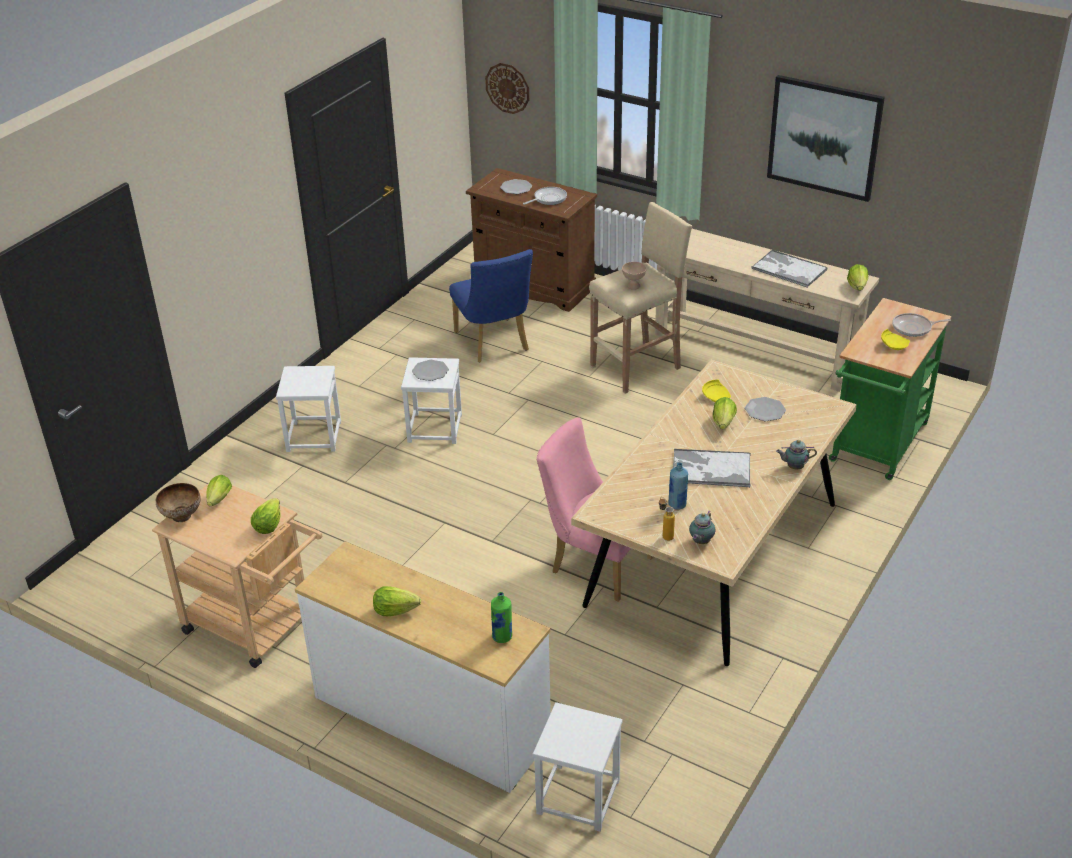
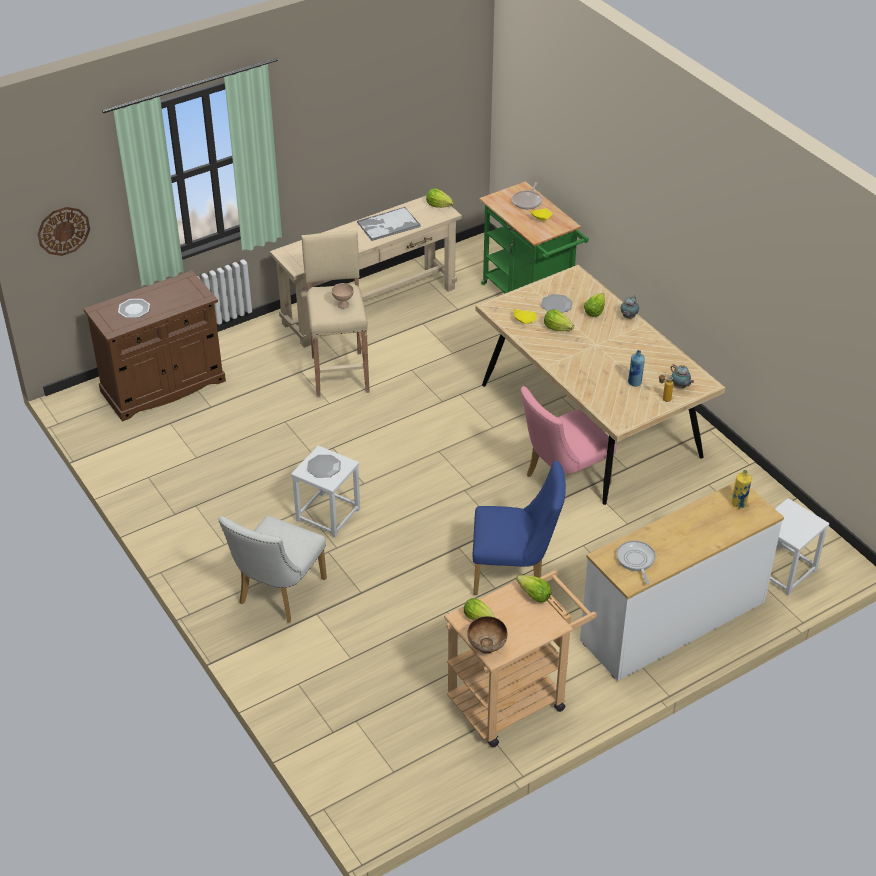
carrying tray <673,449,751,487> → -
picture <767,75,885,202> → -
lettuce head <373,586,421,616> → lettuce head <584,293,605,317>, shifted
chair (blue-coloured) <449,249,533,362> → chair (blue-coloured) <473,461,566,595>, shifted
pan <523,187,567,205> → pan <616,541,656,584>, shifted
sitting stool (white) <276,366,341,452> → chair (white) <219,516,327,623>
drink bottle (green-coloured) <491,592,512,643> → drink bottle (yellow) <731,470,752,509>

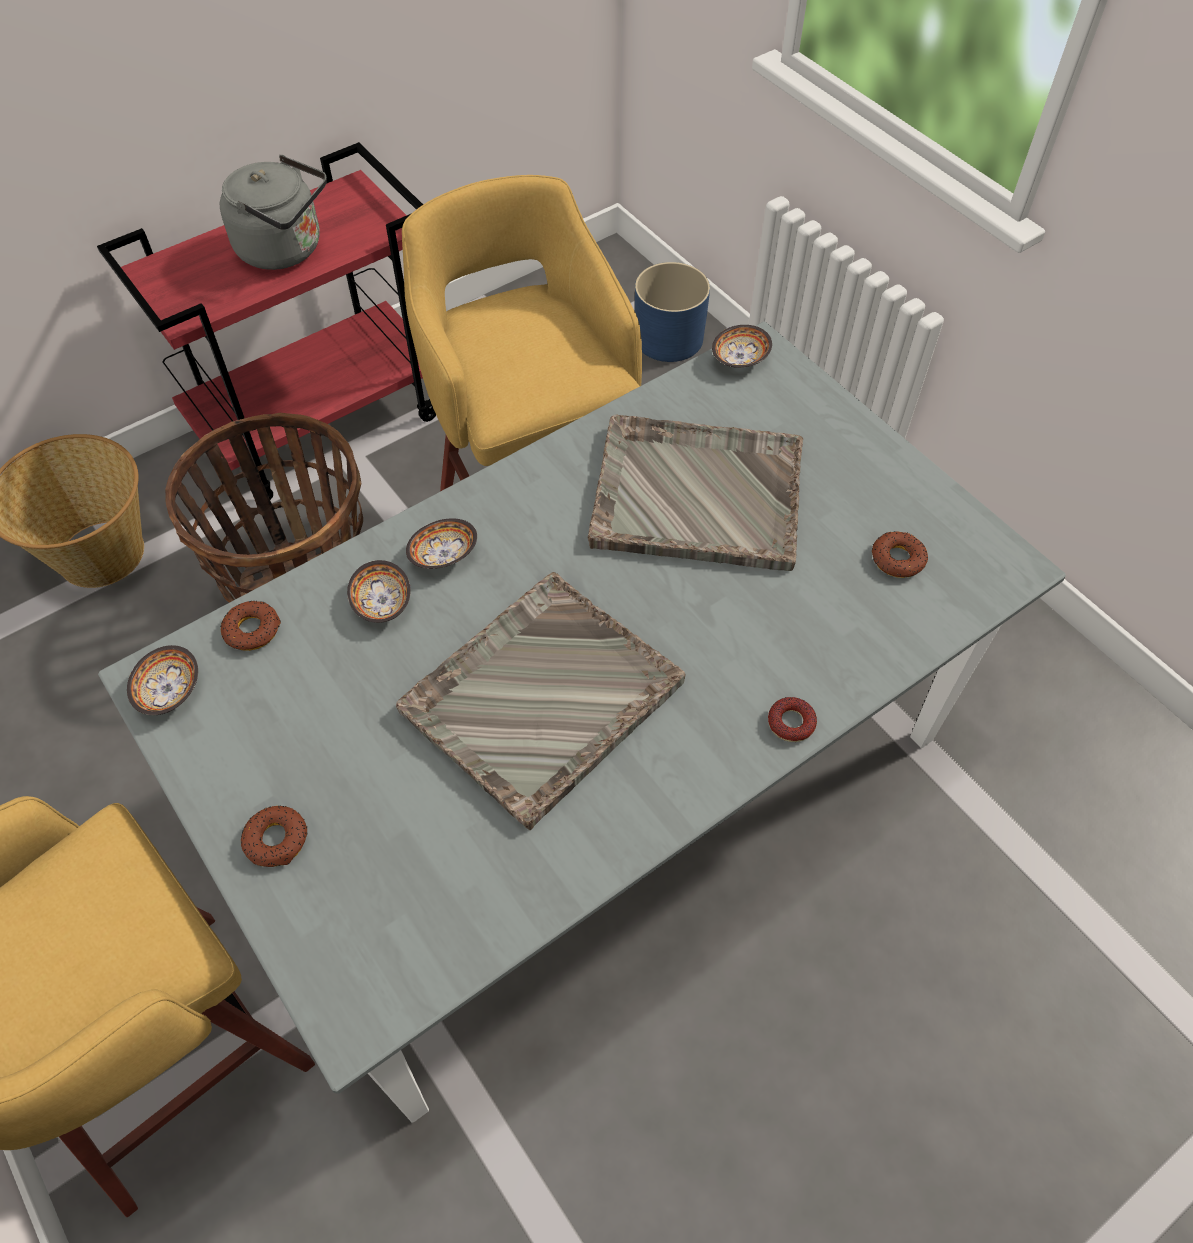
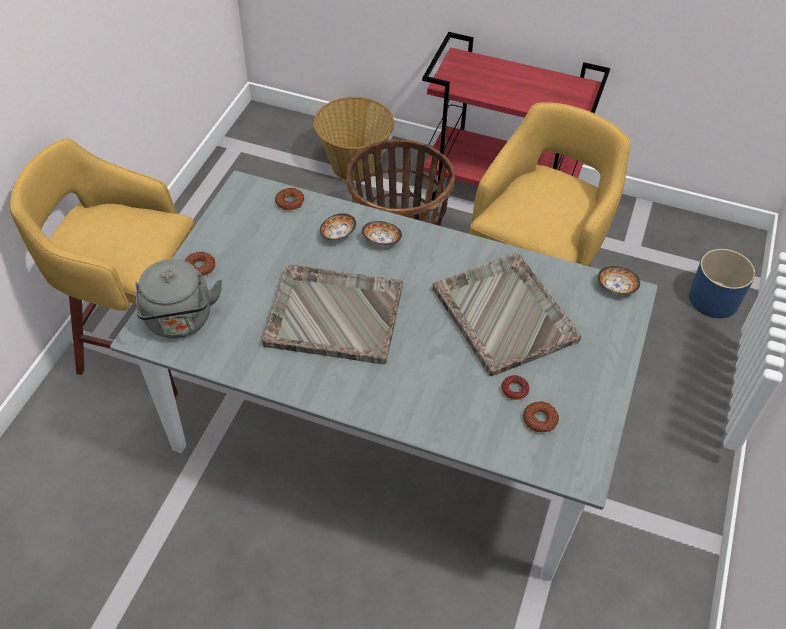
bowl <127,645,198,715> → -
tea kettle (gray) <220,155,327,270> → tea kettle (gray) <135,259,222,338>, shifted
ring doughnut <768,697,817,742> → ring doughnut <501,375,529,400>, shifted

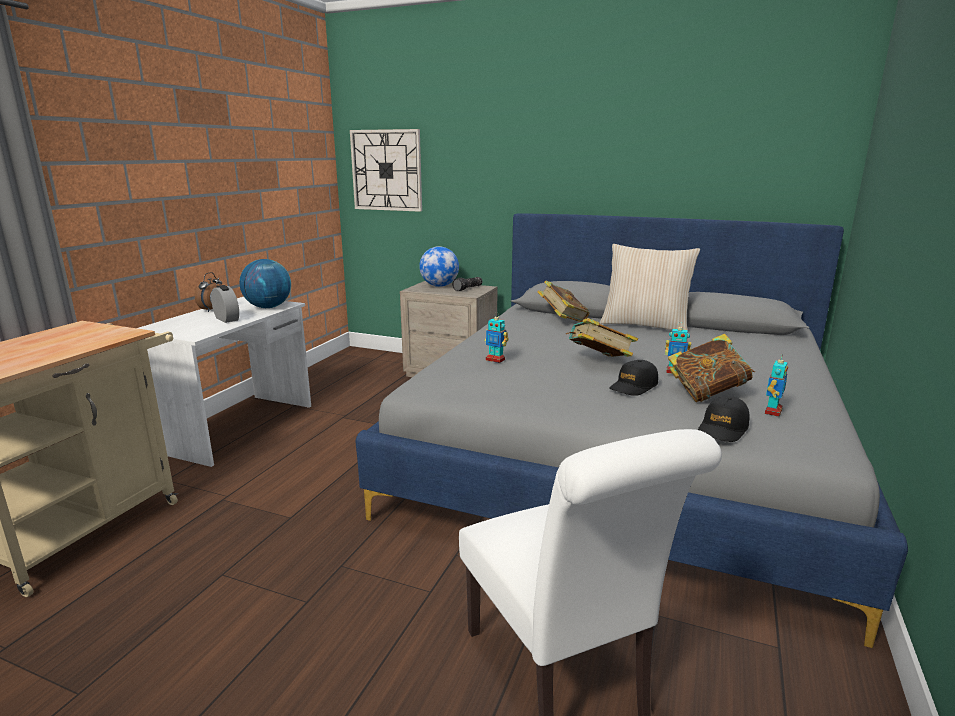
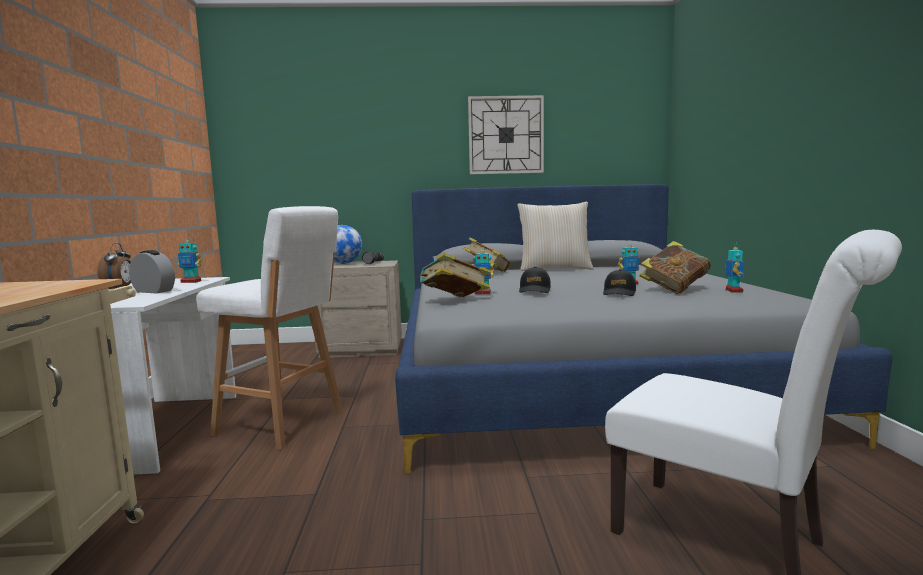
- → sitting stool (white) <196,206,343,450>
clock on the wall <350,129,422,212> → clock on the wall <468,95,544,174>, shifted
book <566,318,638,357> → book <418,253,491,297>, shifted
cap (blackish) <698,396,750,442> → cap (blackish) <519,267,551,293>, shifted
desk globe <240,259,291,308> → toy robot <178,235,202,283>

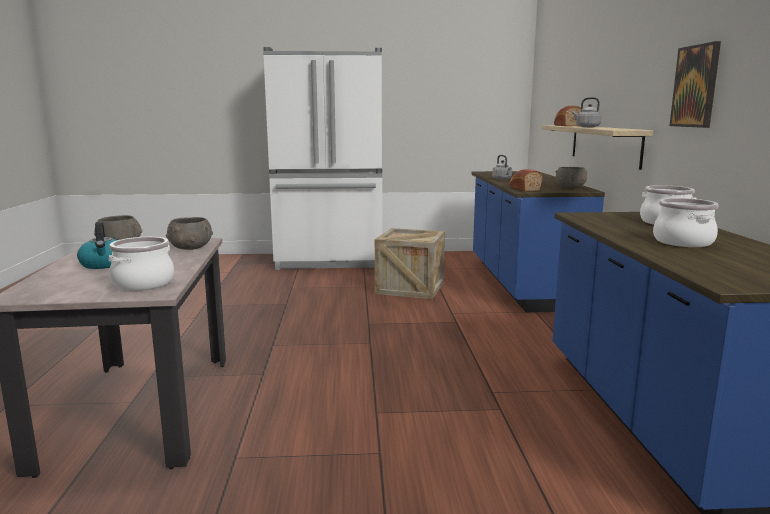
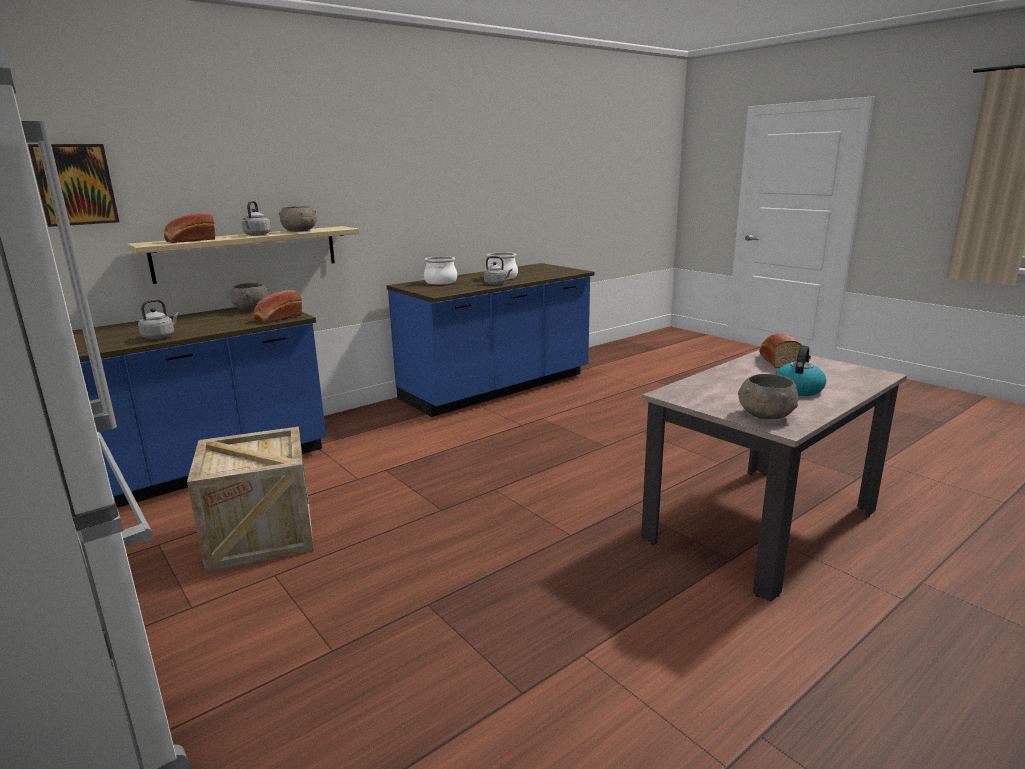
- → tea kettle (gray) <484,256,512,285>
bowl (gray) <166,217,213,250> → bowl (gray) <279,206,317,232>, shifted
picture <669,41,721,128> → picture <28,144,119,227>, shifted
stockpot <109,237,174,291> → bread <759,334,802,368>

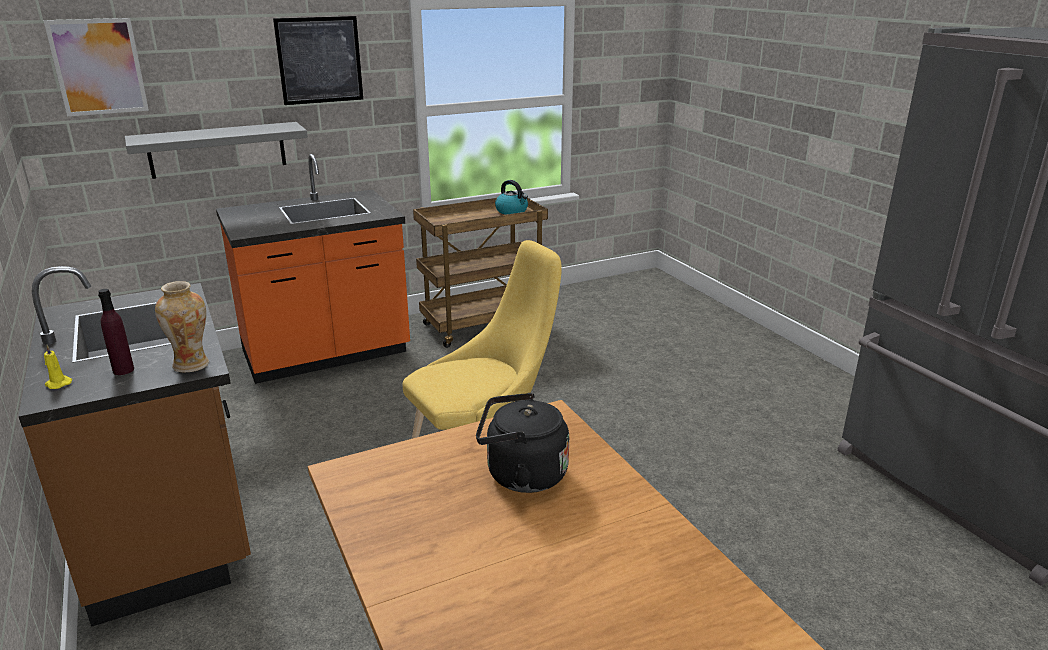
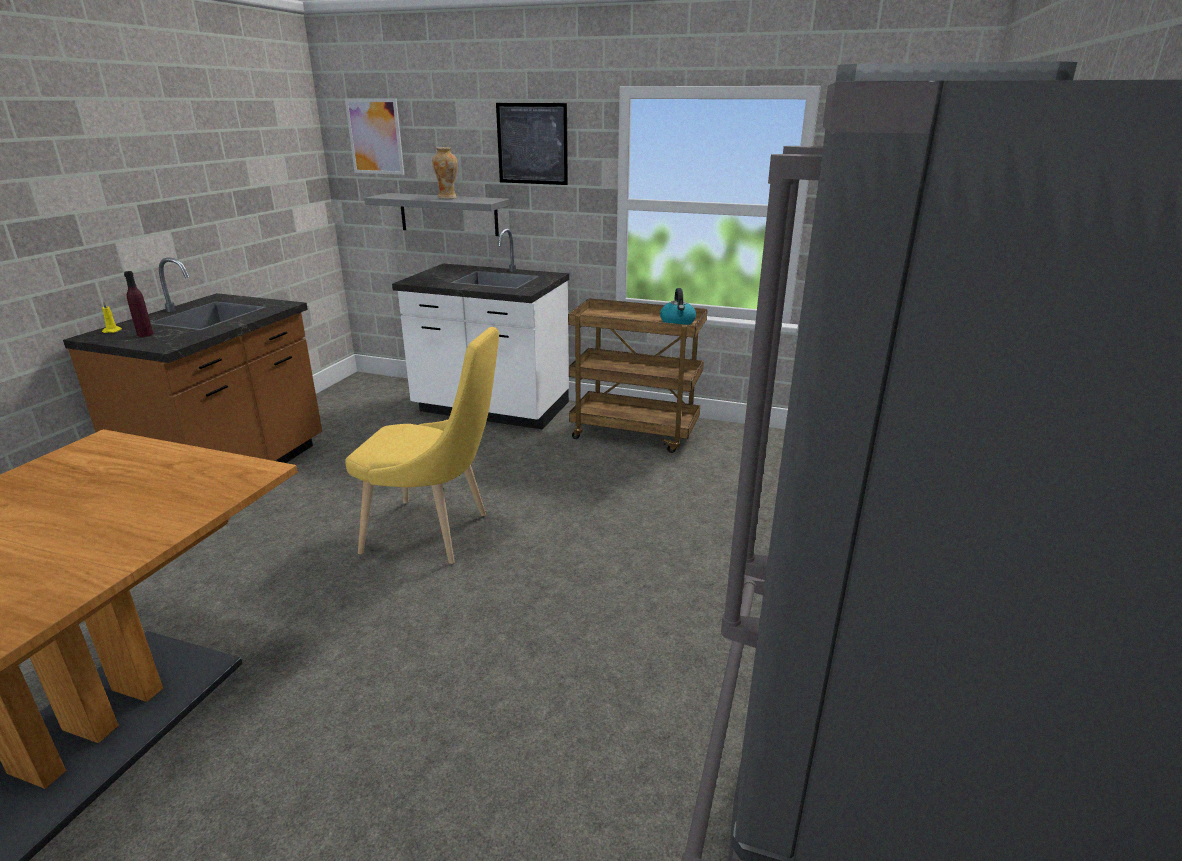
tea kettle (blackish) <476,393,569,493> → -
vase <155,281,209,372> → vase <432,147,458,199>, shifted
kitchen counter (orangey) <216,154,410,384> → kitchen counter (white) <392,228,569,430>

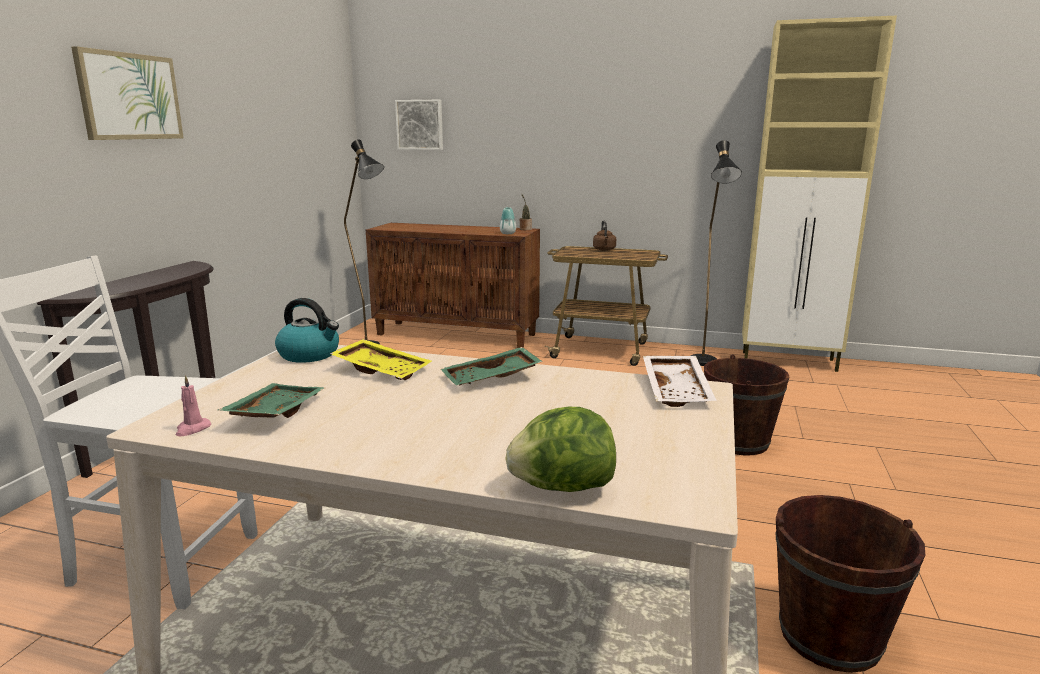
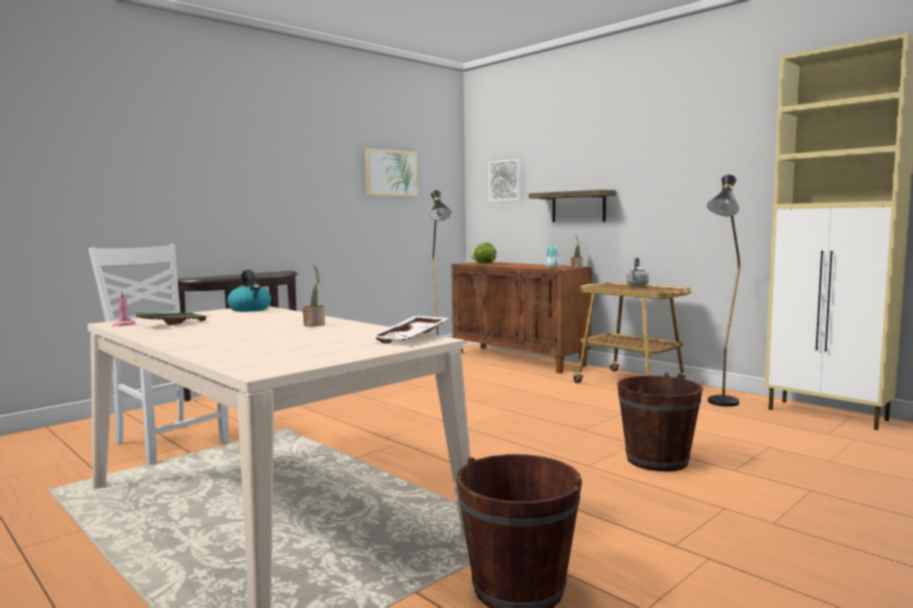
carrying tray (yellow) <330,339,431,380> → -
- → bracket shelf <529,190,616,222>
picture <71,46,184,140> → picture <365,148,418,197>, shifted
lettuce head <505,407,616,492> → lettuce head <470,242,496,263>, shifted
carrying tray (green-coloured) <441,347,543,385> → plant in a pot <303,265,325,327>
tea kettle (brown) <593,220,616,251> → tea kettle (gray) <626,258,649,286>

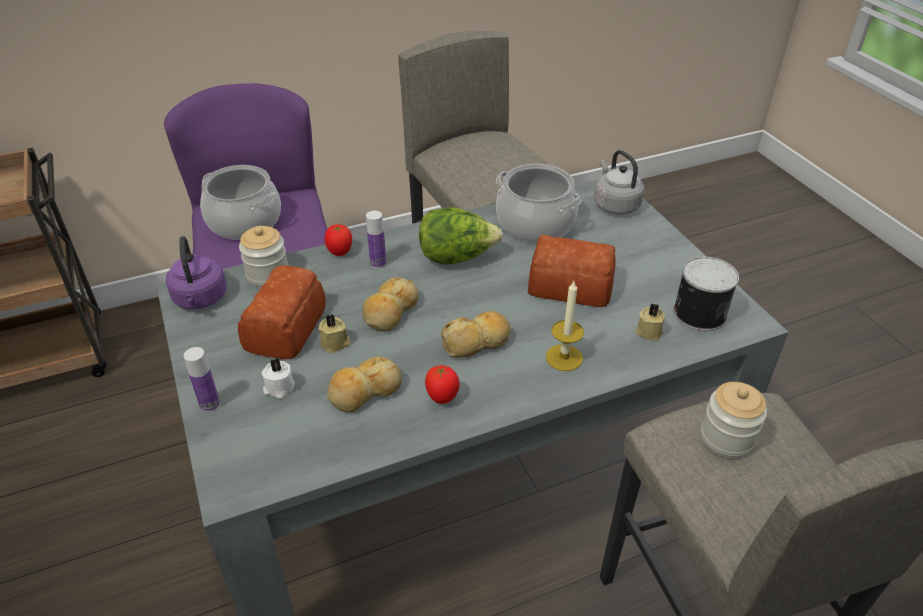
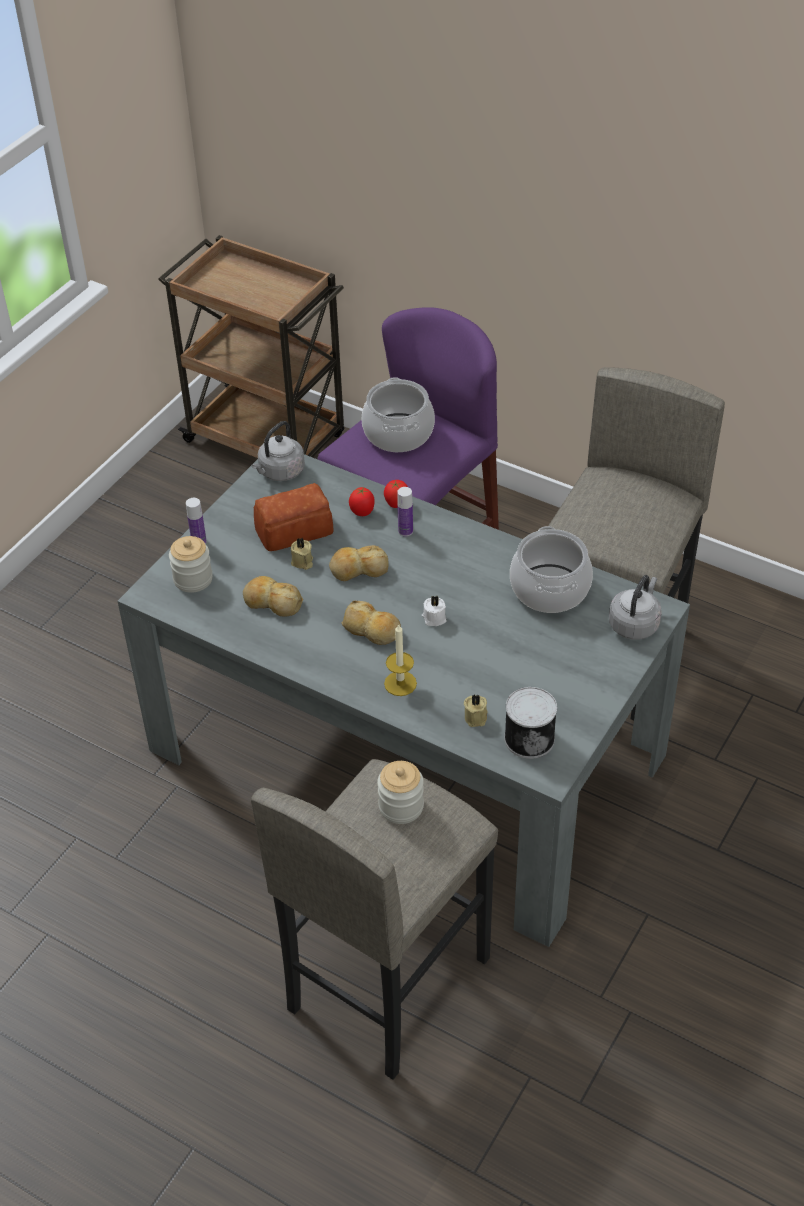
lettuce head <419,207,503,265> → -
bread <528,235,616,307> → -
jar <239,226,289,288> → jar <169,536,213,593>, shifted
wax light (white) <262,358,295,398> → wax light (white) <422,595,447,626>, shifted
whole tomato <425,365,460,404> → whole tomato <349,487,375,516>, shifted
tea kettle (purple-coloured) <166,236,227,309> → tea kettle (gray) <251,421,305,481>

